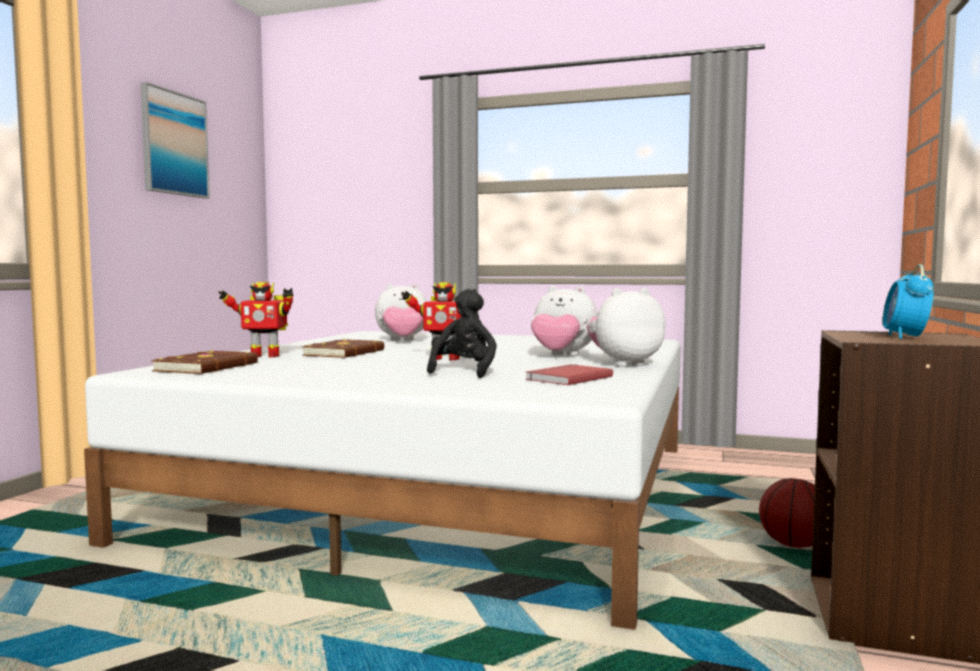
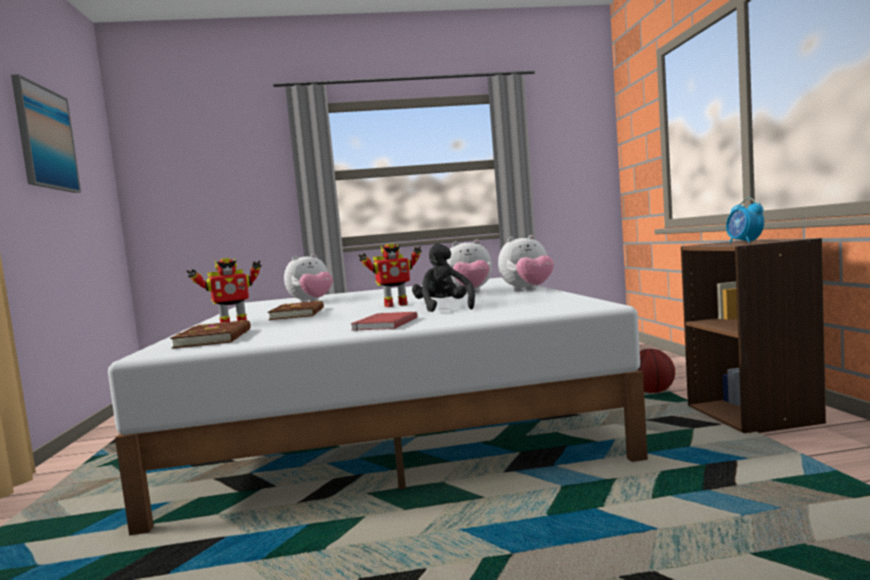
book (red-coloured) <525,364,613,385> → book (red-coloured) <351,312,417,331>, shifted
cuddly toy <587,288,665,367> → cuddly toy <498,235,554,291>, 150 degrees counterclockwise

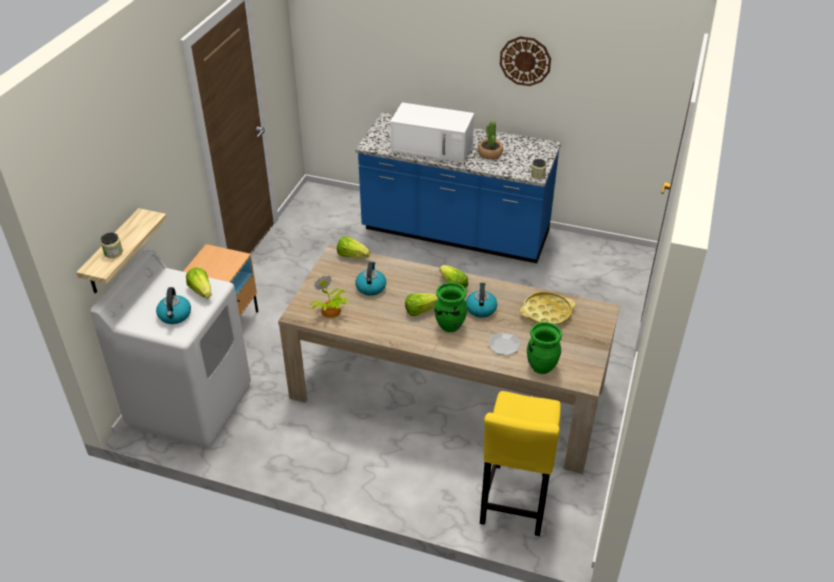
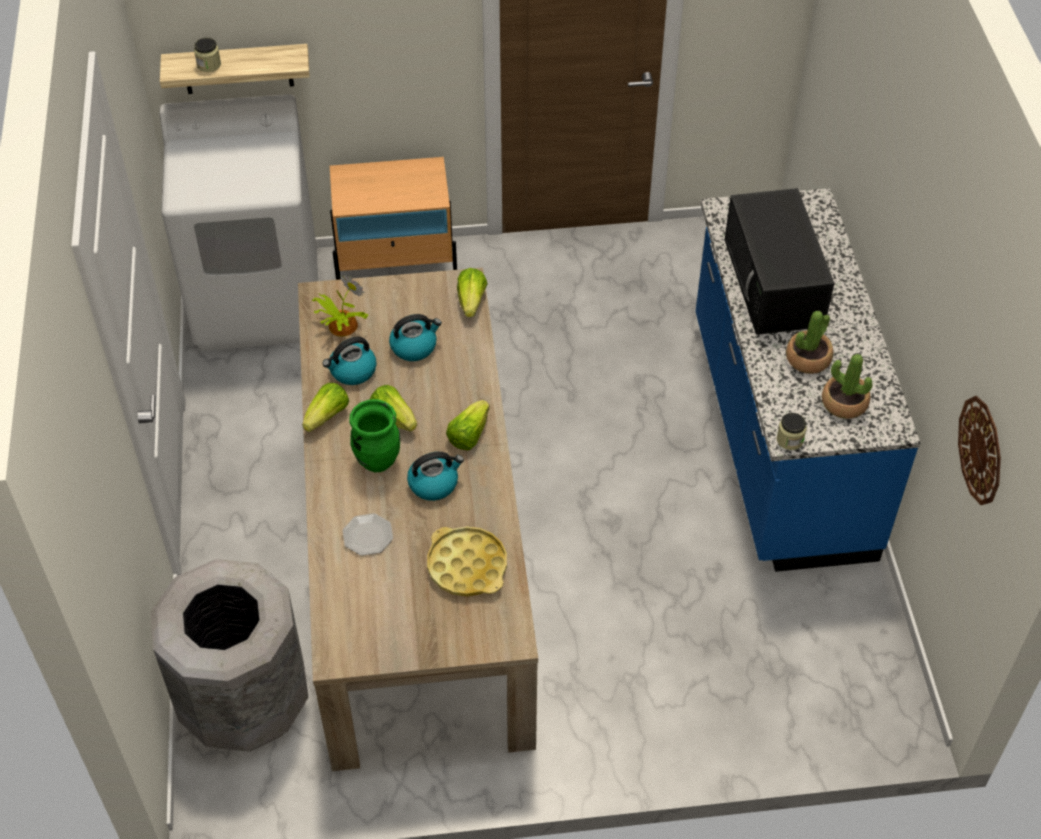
vase (green-coloured) <527,322,562,374> → -
- → plant in a pot <822,354,872,419>
tea kettle <156,287,191,324> → tea kettle <323,337,377,385>, shifted
lettuce head <186,268,211,298> → lettuce head <302,383,349,432>, shifted
clock on the wall <500,36,551,86> → clock on the wall <958,396,1001,505>, shifted
sitting stool (yellow) <480,391,561,536> → waste bin (gray) <151,559,308,752>
microwave oven (white) <390,103,474,163> → microwave oven (blackish) <725,188,834,335>

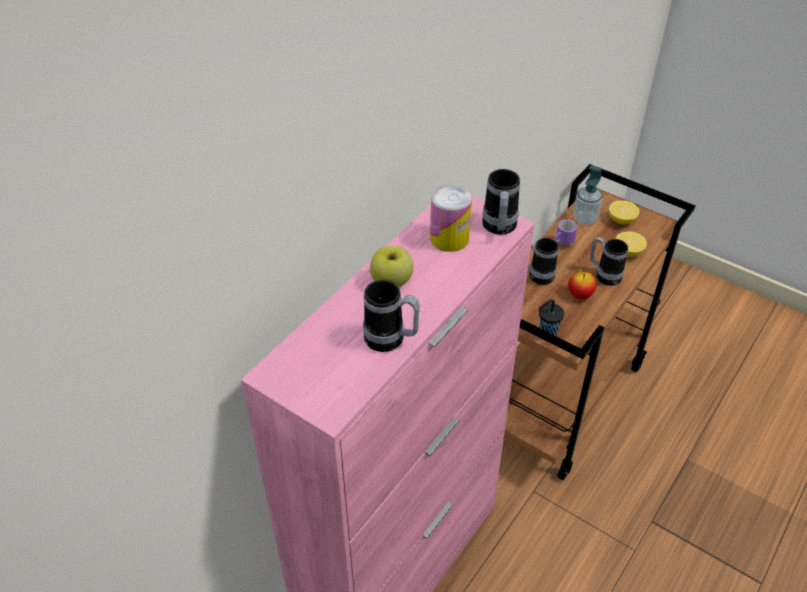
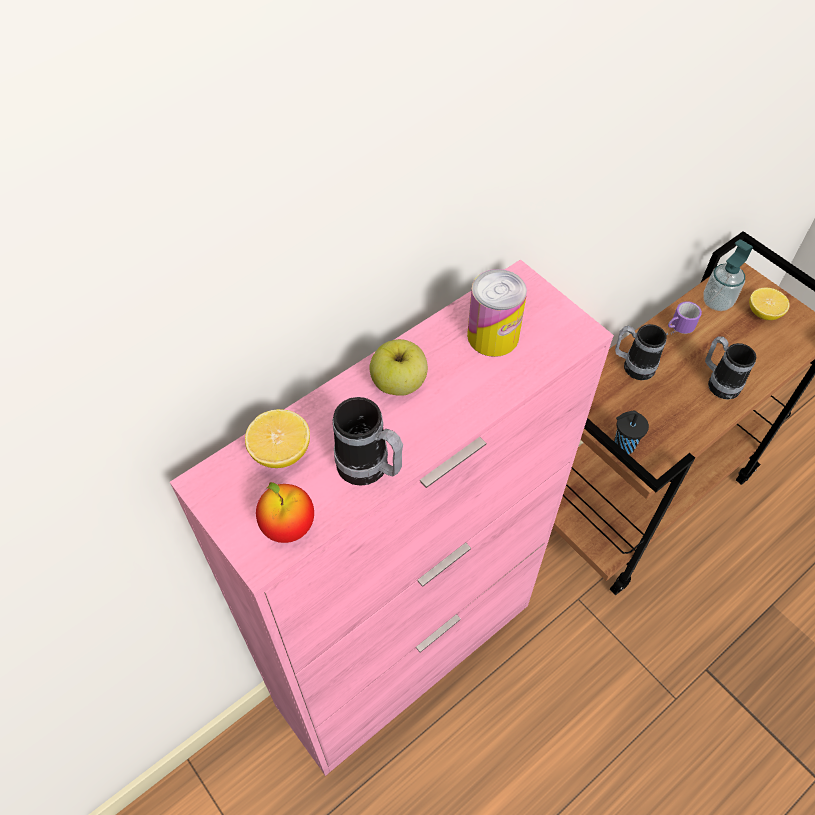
coffee mug <482,169,520,235> → -
whole apple <568,269,596,299> → whole apple <256,482,314,543>, shifted
whole lemon <616,231,647,257> → whole lemon <245,409,310,468>, shifted

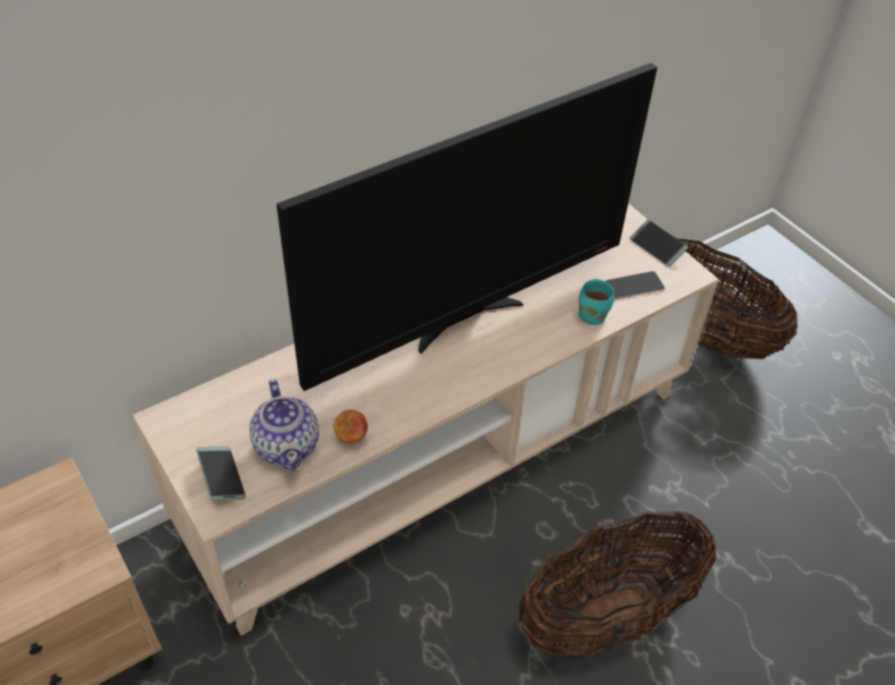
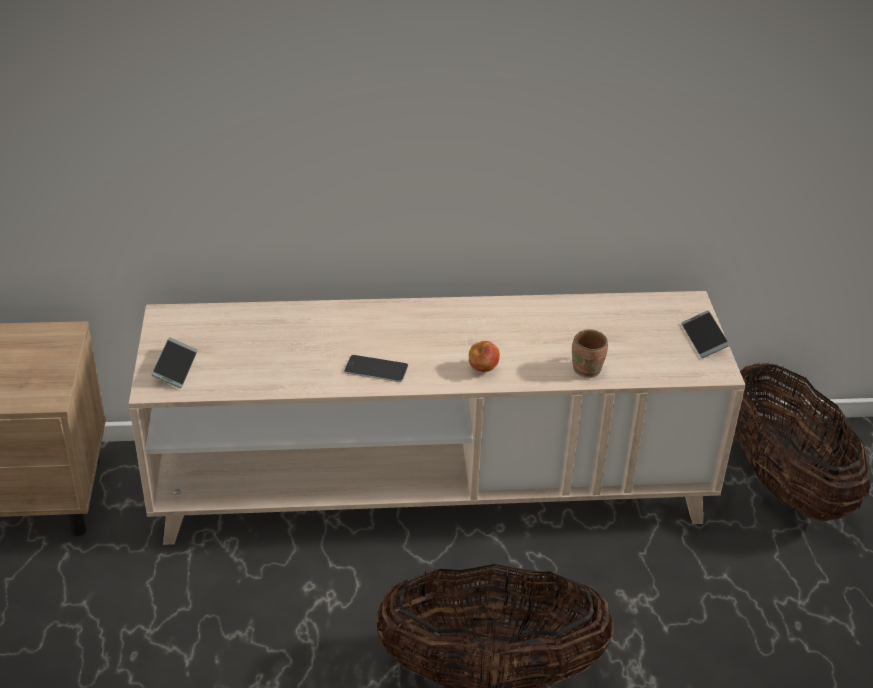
teapot <249,379,319,471> → -
television <276,63,657,391> → -
whole apple <333,410,368,444> → whole apple <469,341,500,372>, shifted
phone <605,271,665,299> → phone <344,355,409,382>, shifted
coffee mug (turquoise) <579,279,614,325> → coffee mug (brown) <572,329,608,378>

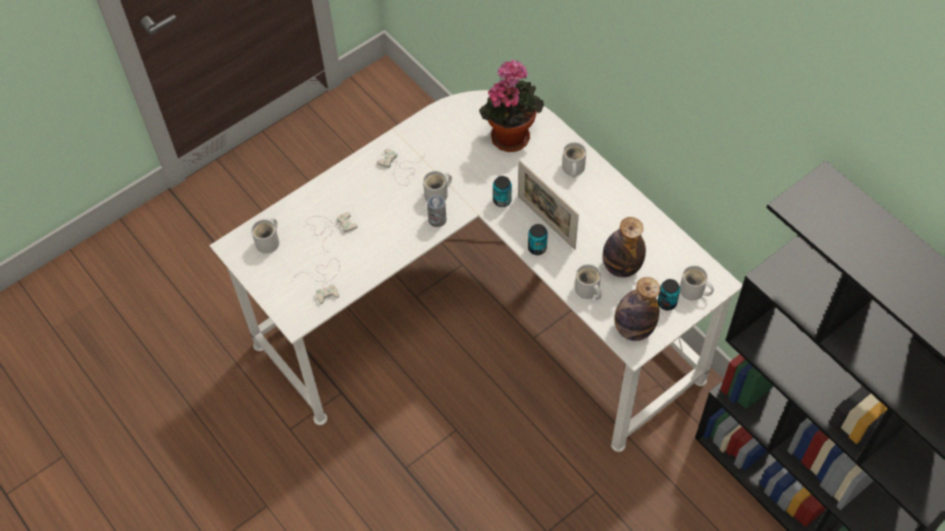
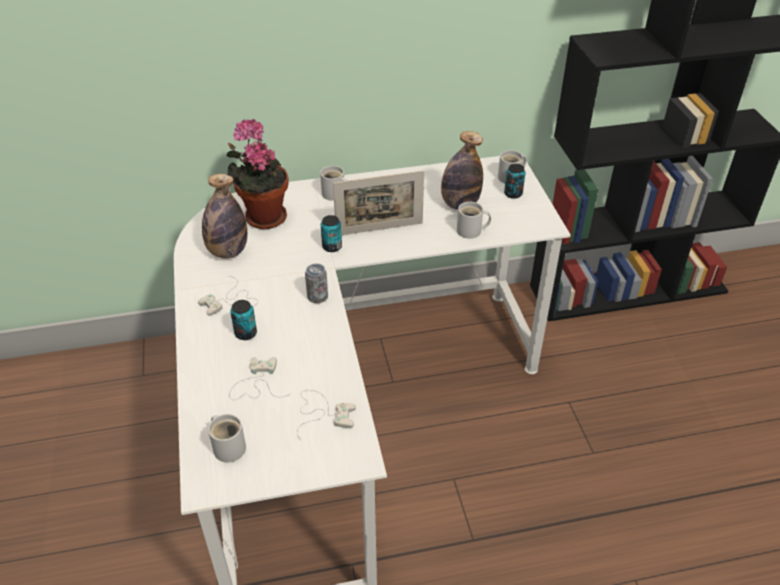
coffee mug (white) <423,171,452,202> → -
sealed can <528,224,548,255> → sealed can <230,300,257,340>, shifted
drink bottle <614,277,660,341> → drink bottle <202,174,247,259>, shifted

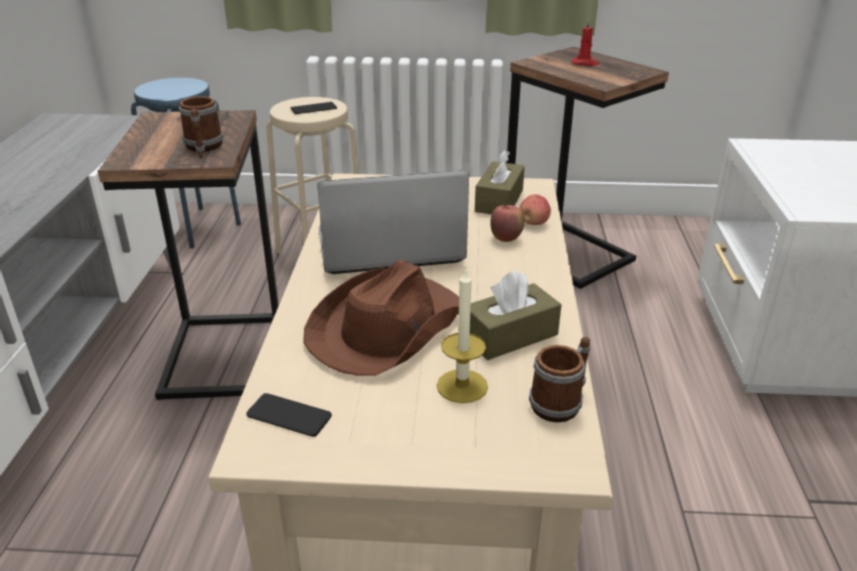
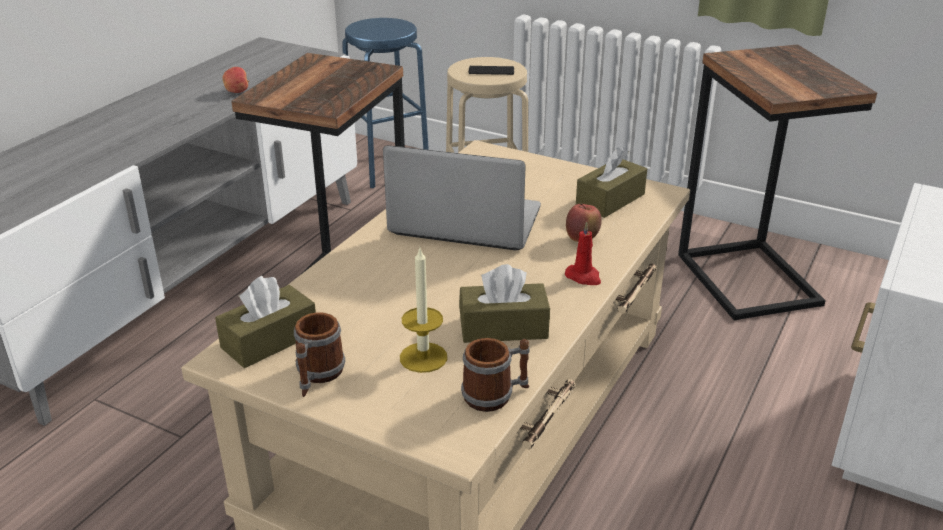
hat (brown) <303,260,459,376> → -
coffee mug <179,96,223,158> → coffee mug <294,312,345,397>, shifted
whole apple <519,194,551,225> → whole apple <223,67,249,93>, shifted
wax light (red-coloured) <572,19,599,66> → wax light (red-coloured) <565,222,601,285>, shifted
phone <246,393,332,437> → tissue box (brown) <215,276,316,368>

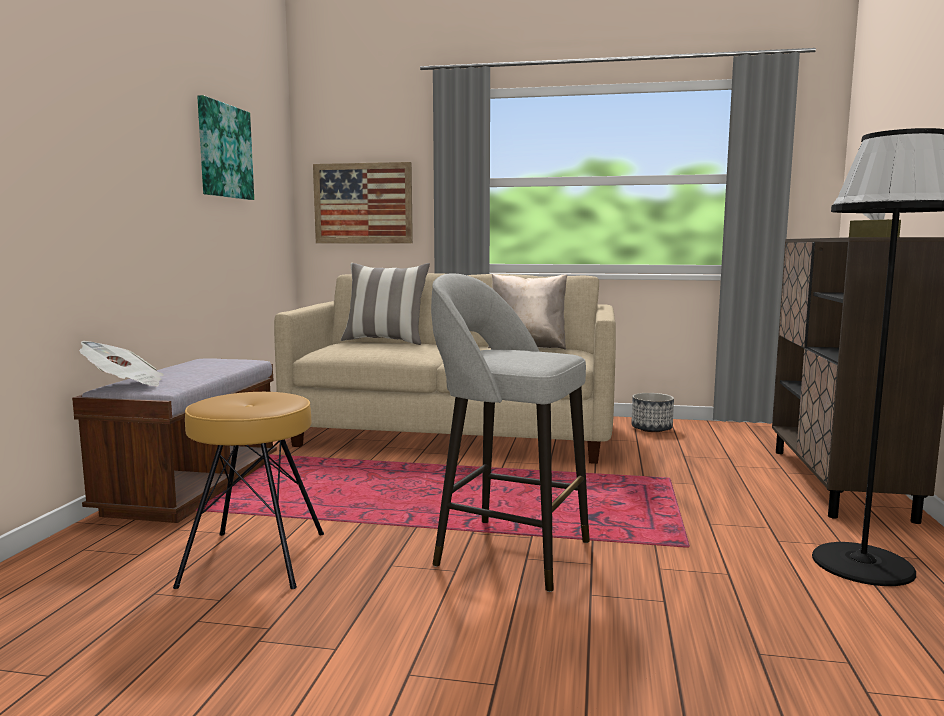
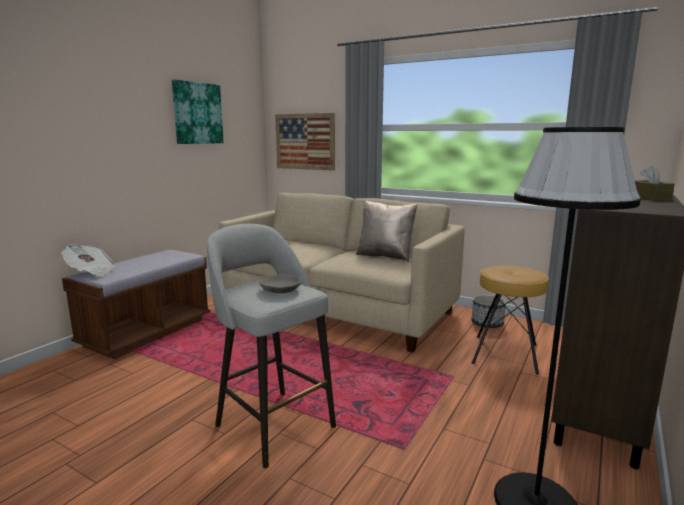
throw pillow <341,263,430,345> → -
- → bowl (gray) <259,275,301,293>
sitting stool (brown) <173,392,324,589> → sitting stool (brown) <472,265,549,375>, shifted

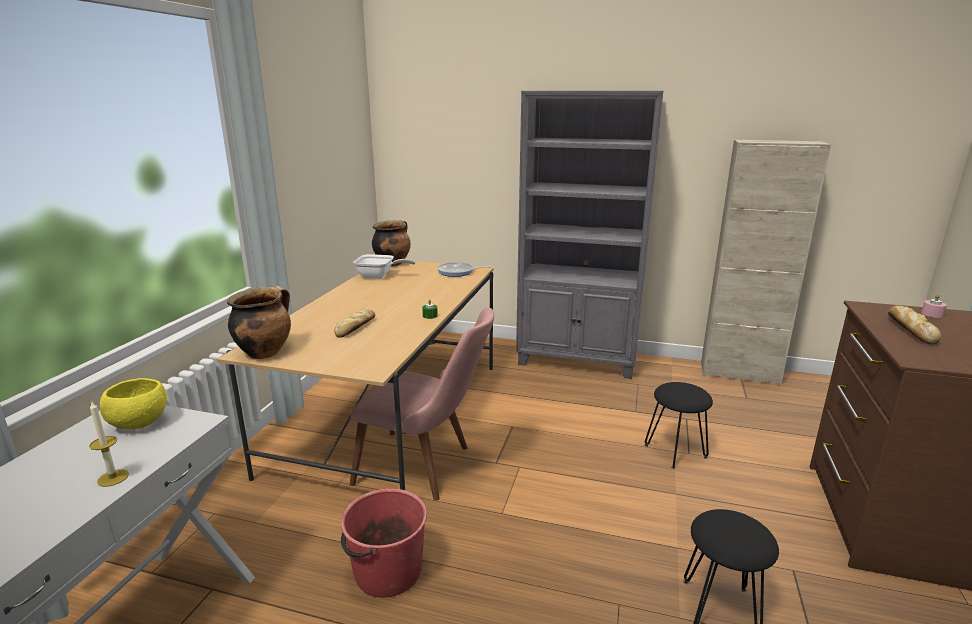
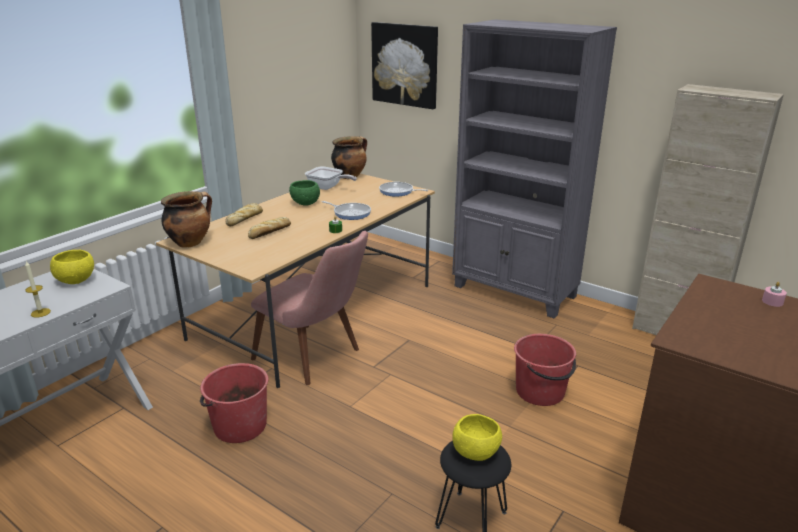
- → bowl (green-coloured) <289,180,320,206>
- → pan <322,201,371,220>
- → picture <371,22,438,109>
- → bowl (yellow) <452,414,502,461>
bread <888,306,941,344> → bread <225,203,263,226>, shifted
sitting stool (blackish) <644,382,713,469> → water bucket (red-coloured) <514,334,576,406>

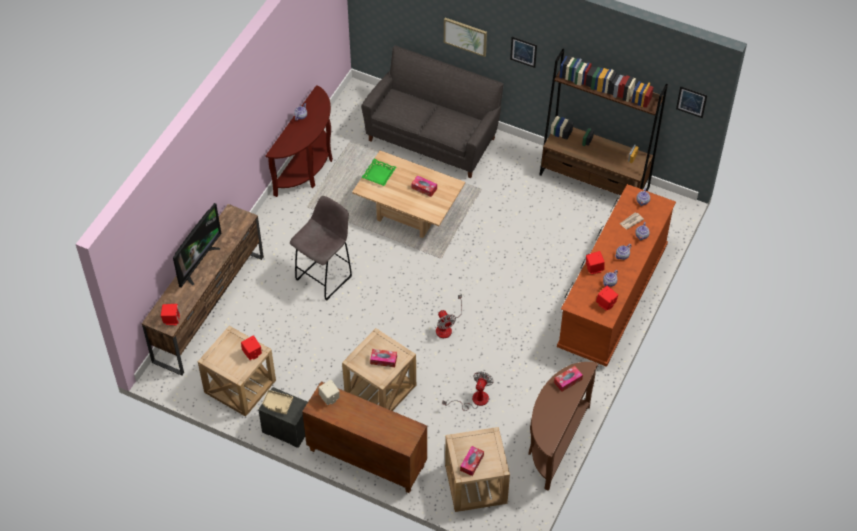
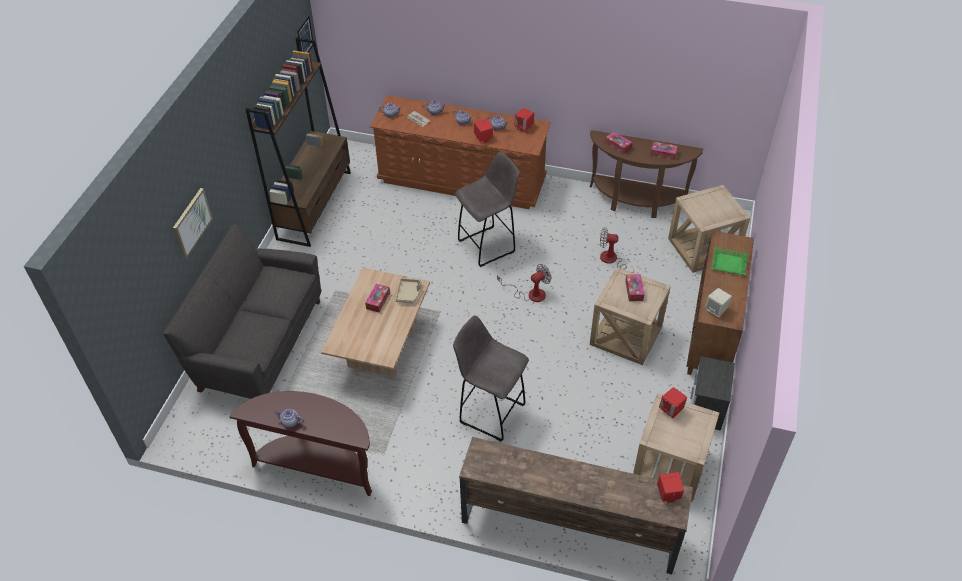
television <173,203,222,288> → -
picture <510,37,537,68> → -
- → sitting stool (gray) <455,152,520,267>
carrying tray (beige) <262,390,293,414> → carrying tray (beige) <396,278,422,303>, shifted
carrying tray (green-coloured) <361,159,396,186> → carrying tray (green-coloured) <711,247,748,275>, shifted
tissue box <460,446,484,476> → tissue box <650,142,678,160>, shifted

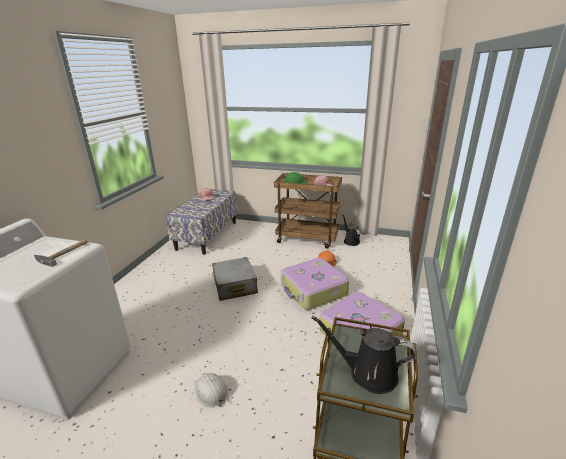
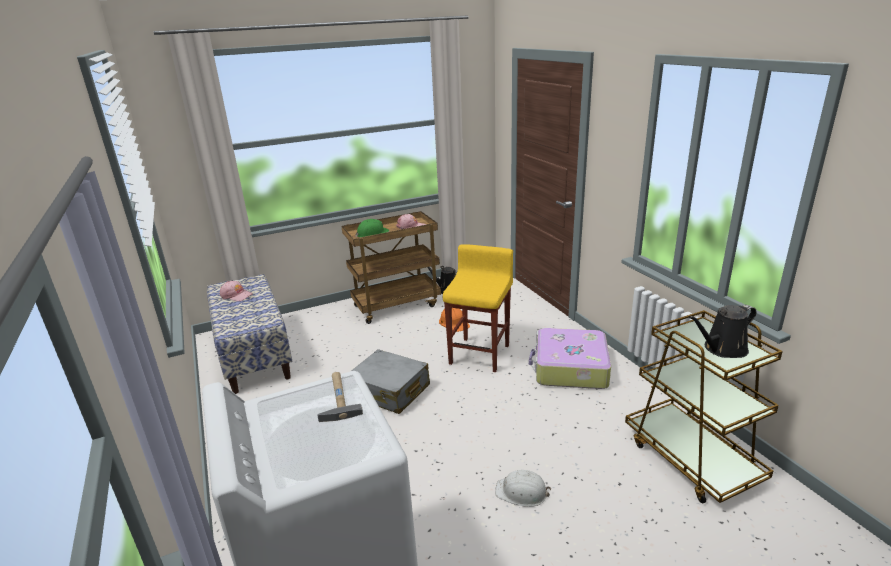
suitcase <281,258,349,310> → sitting stool (yellow) <443,244,513,372>

